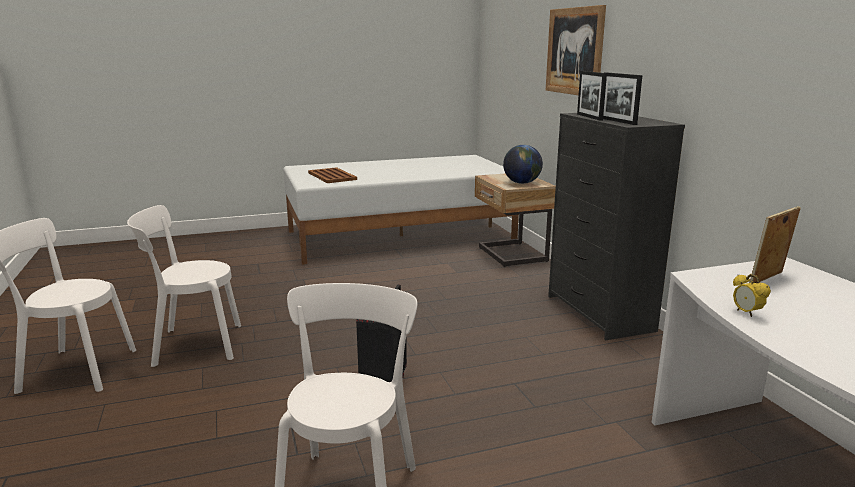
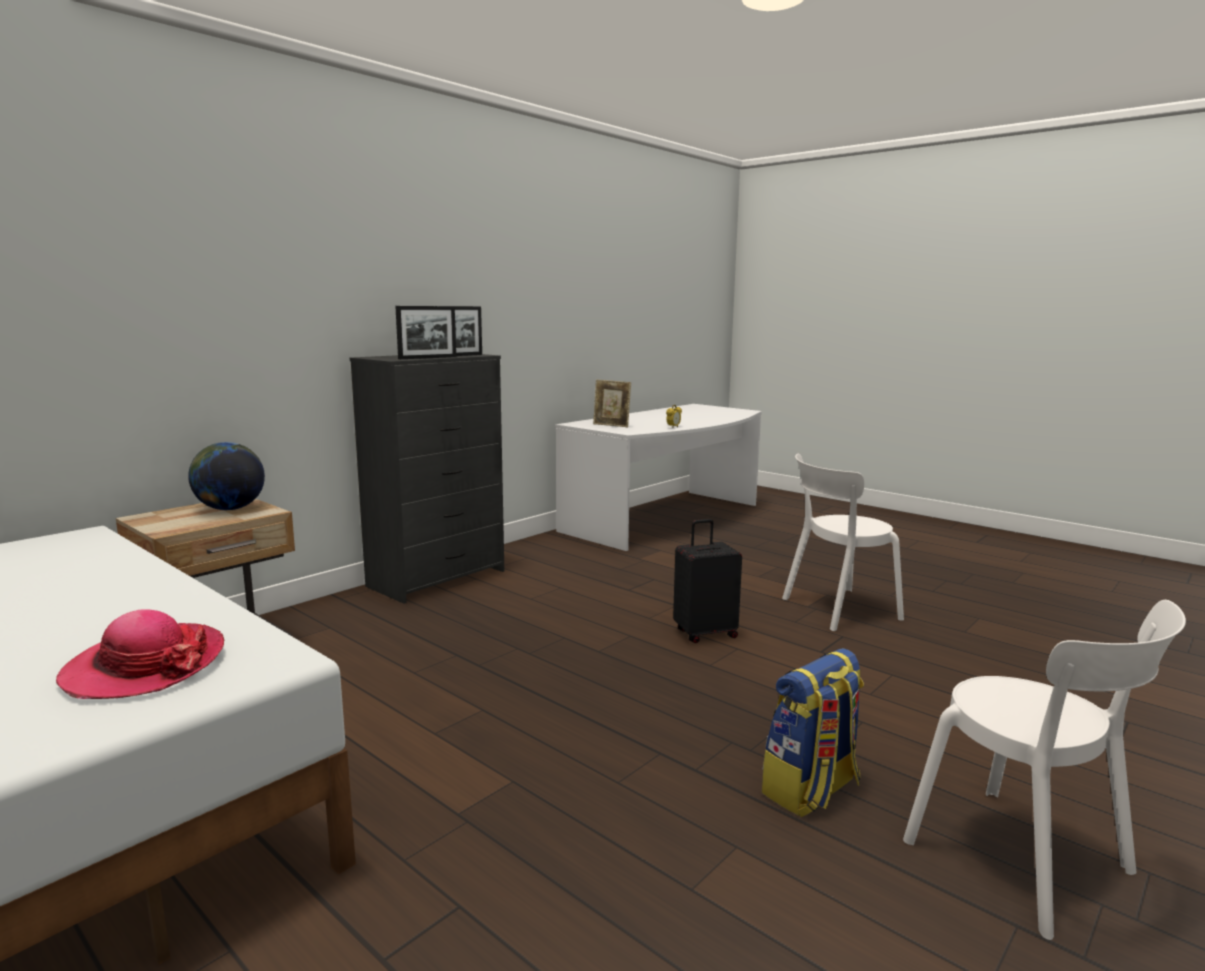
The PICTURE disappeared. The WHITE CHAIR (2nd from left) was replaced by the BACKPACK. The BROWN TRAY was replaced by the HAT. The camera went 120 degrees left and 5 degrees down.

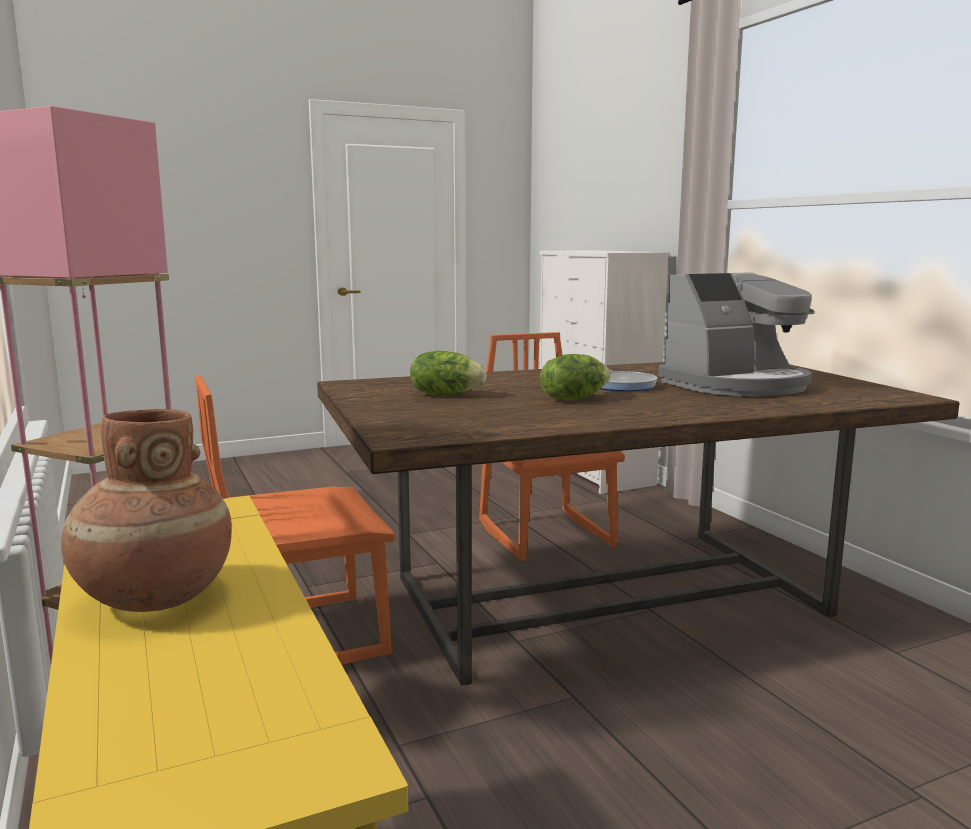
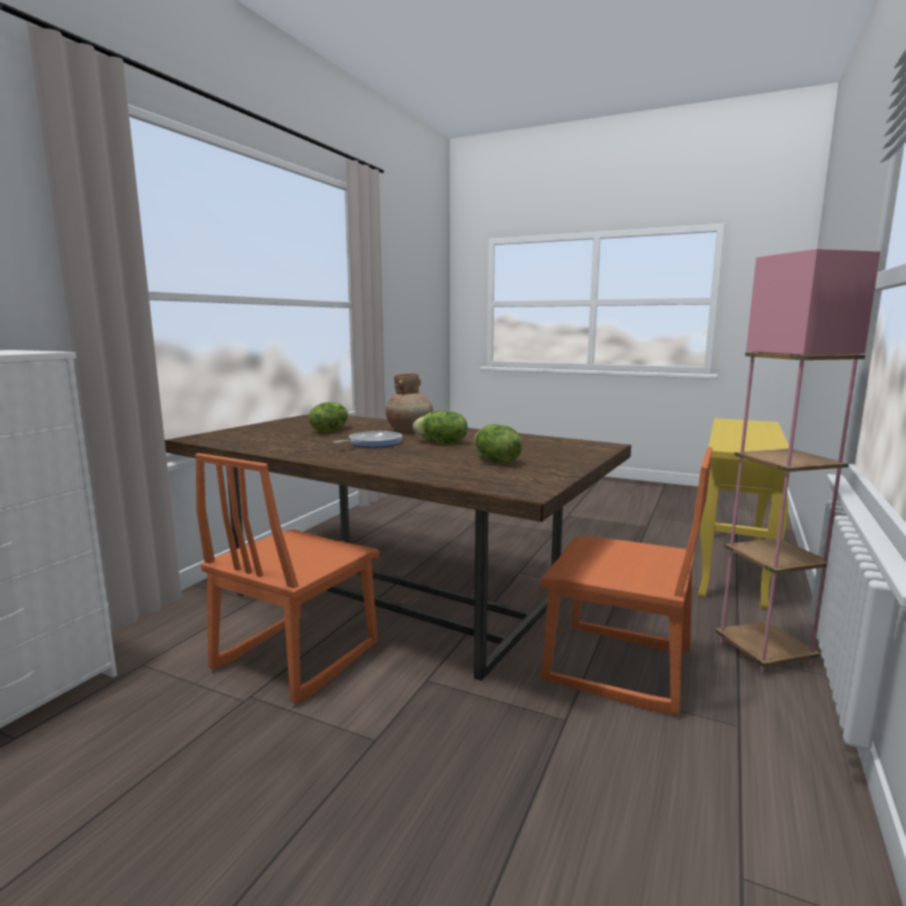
The BROWN VASE moved. The COFFEE MACHINE was replaced by the LETTUCE (1st from left). The camera went 130 degrees left and 0 degrees up.

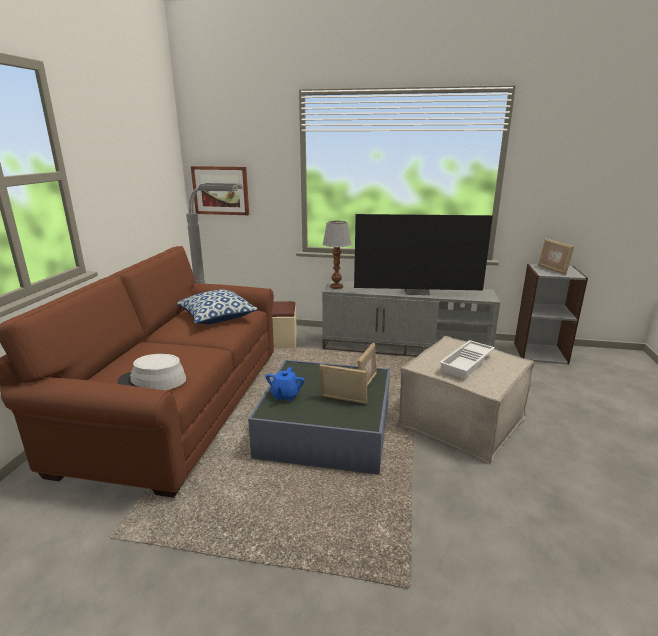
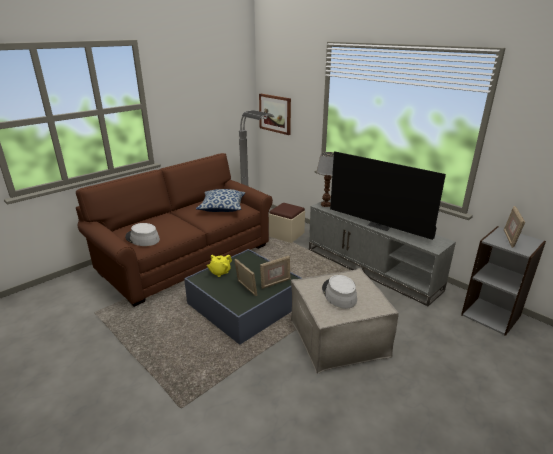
The WHITE TRAY was replaced by the GREY HAT (2nd from left). The BLUE TEAPOT became the YELLOW TEAPOT. The camera went 35 degrees right and 5 degrees up.

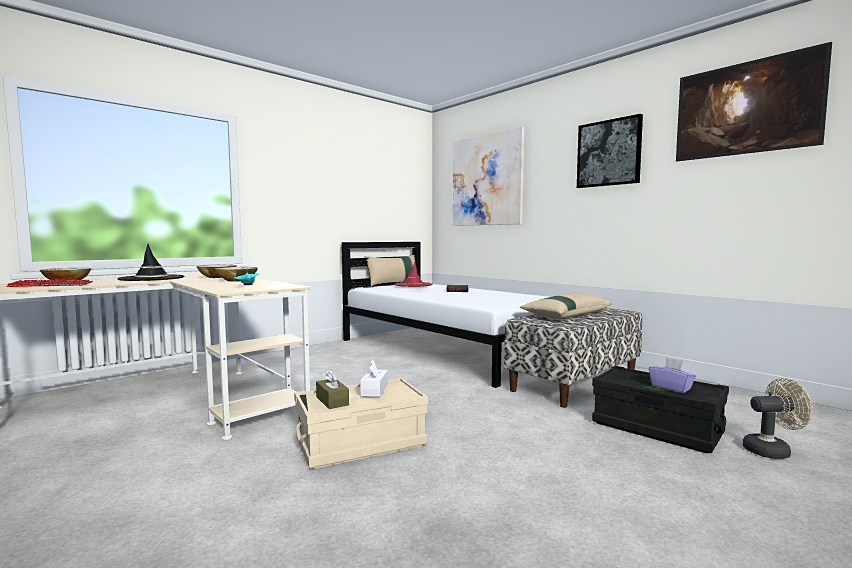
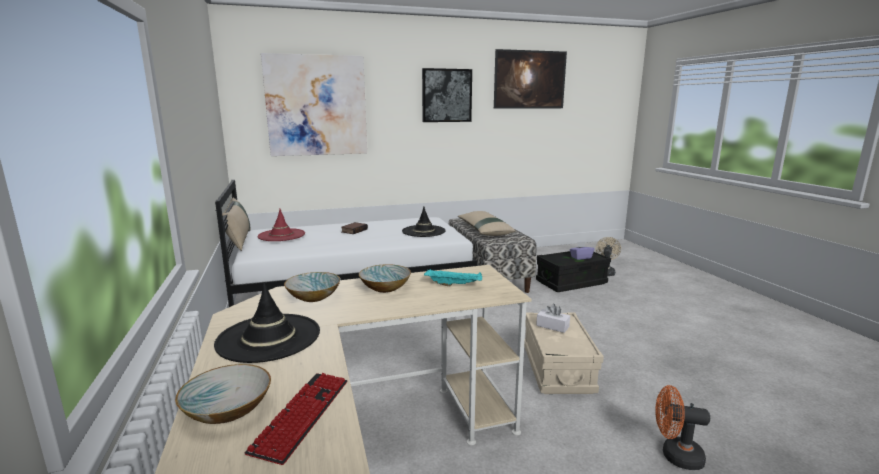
The BROWN TISSUE BOX disappeared. The BLACK HAT (2nd from left) appeared. The ORANGE FAN appeared. The camera went 65 degrees left and 10 degrees up.

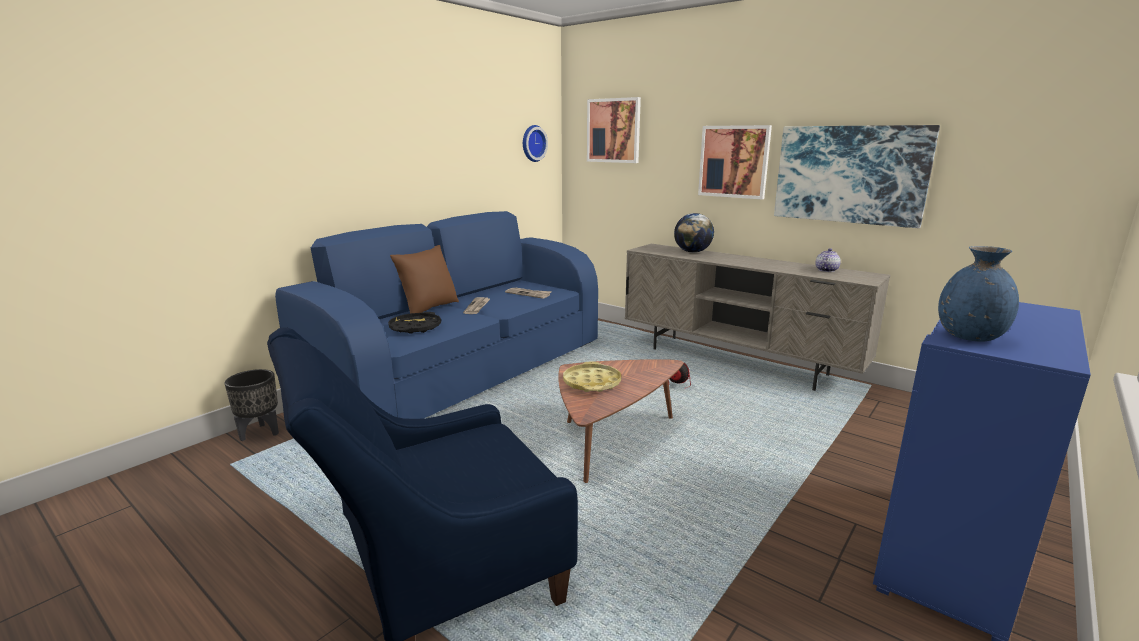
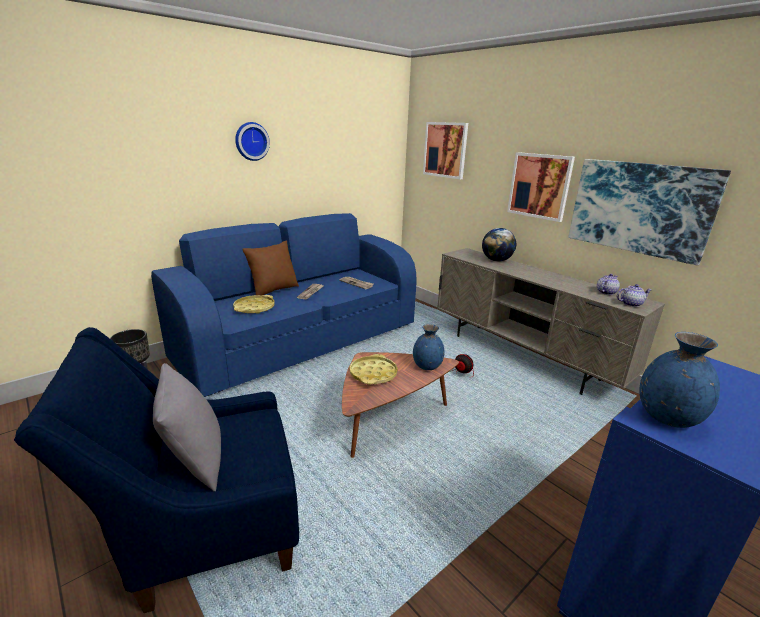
The GREY PILLOW appeared. The BLUE VASE (1st from left) appeared. The TEAPOT (2nd from left) appeared. The WALL CLOCK moved. The BLACK TRAY became the YELLOW TRAY (1st from left). The camera went 10 degrees right and 5 degrees up.

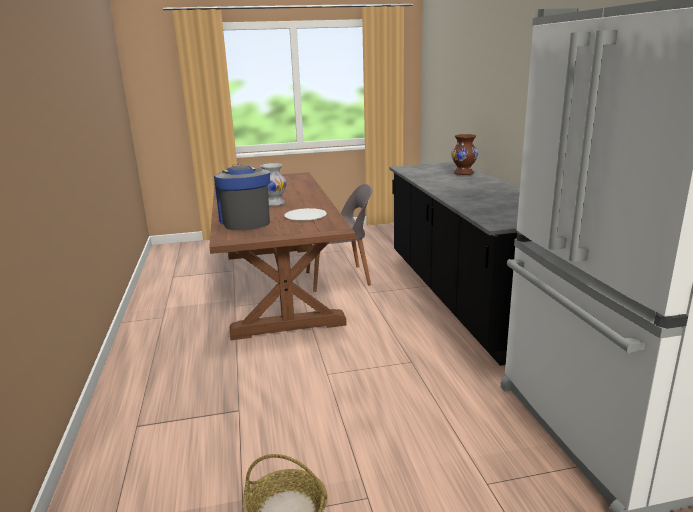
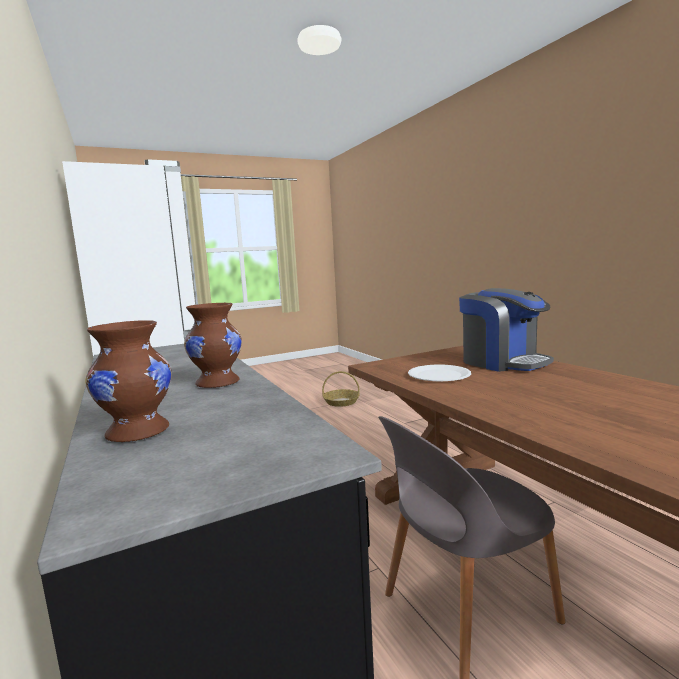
The WHITE VASE disappeared. The BROWN VASE (2nd from left) appeared. The camera went 165 degrees right and 10 degrees down.

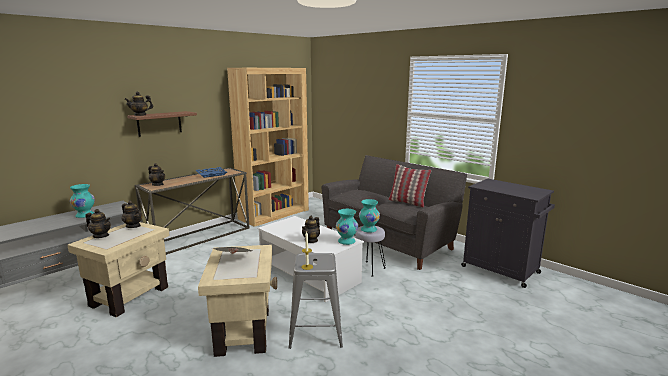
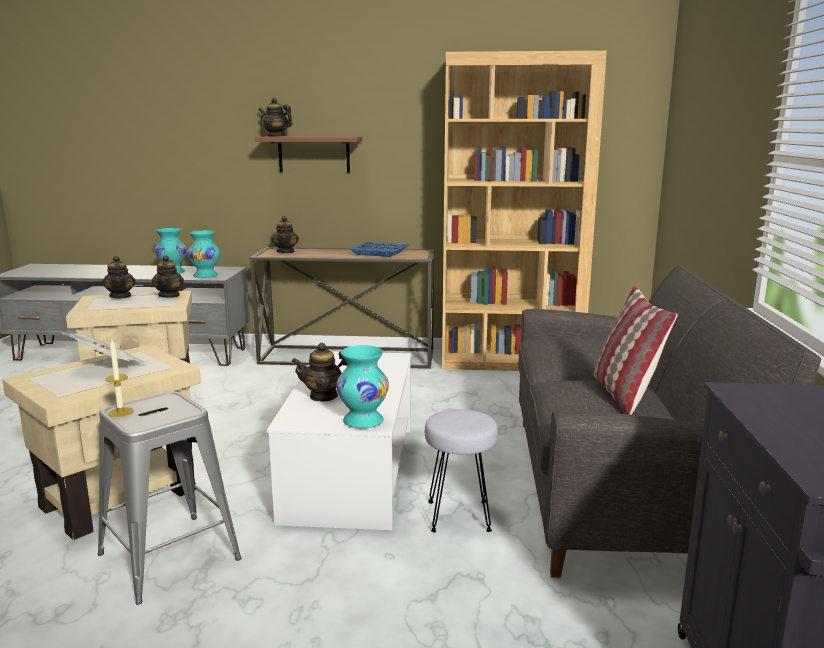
The TURQUOISE VASE (3rd from left in the first image) moved. The camera went 50 degrees right and 0 degrees up.

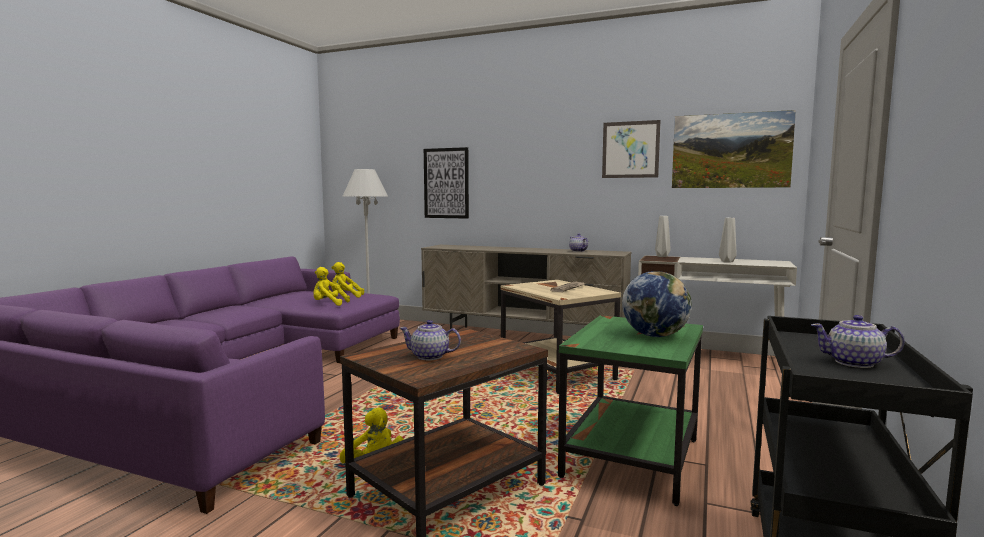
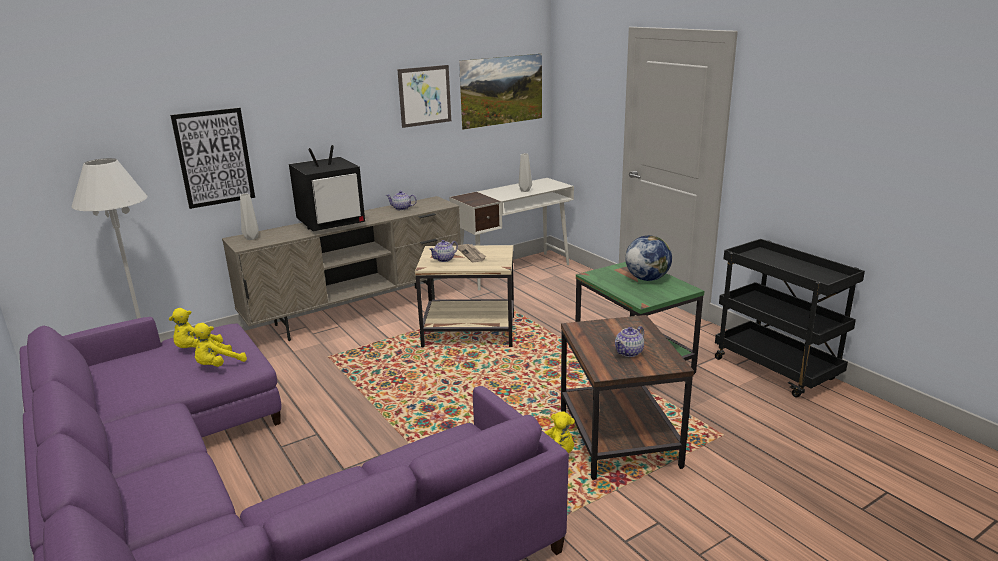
The TELEVISION appeared. The GREY VASE (1st from left) moved. The TEAPOT (3rd from left in the first image) moved. The camera went 55 degrees left and 15 degrees up.

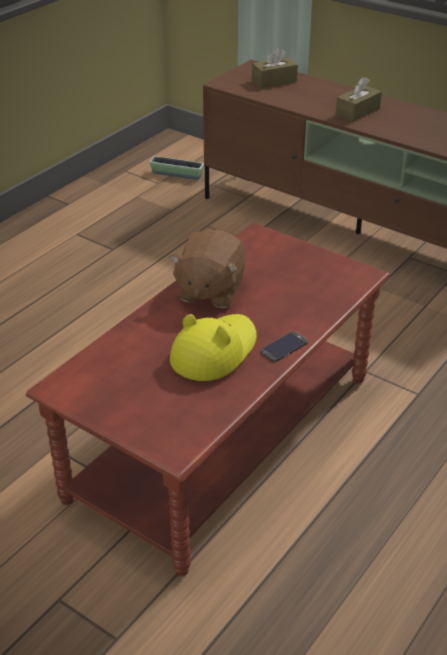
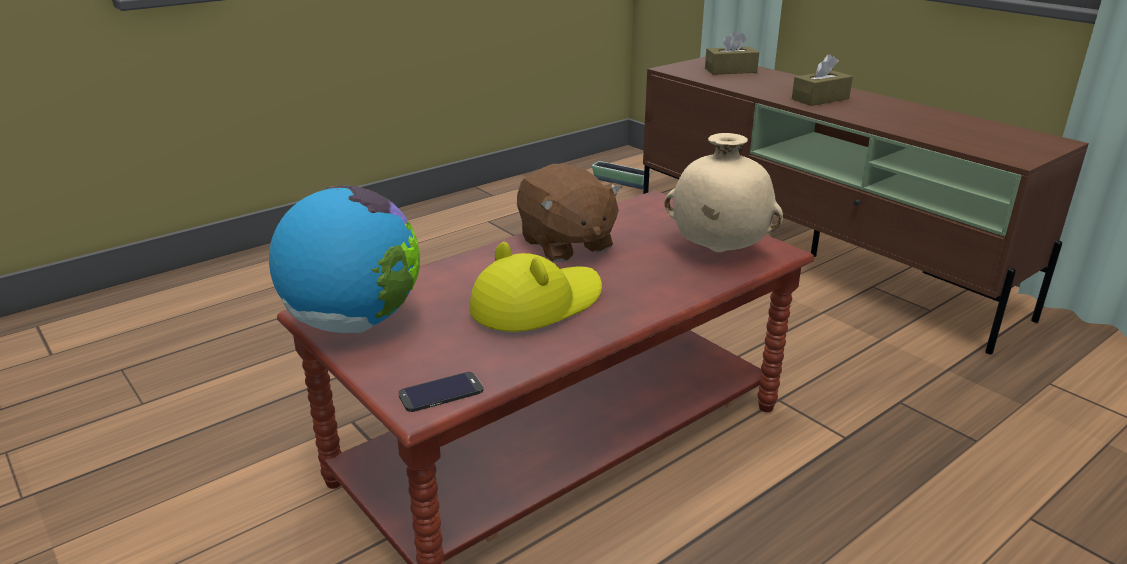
The GLOBE appeared. The BEIGE VASE appeared. The PHONE moved. The BROWN PLUSH TOY turned 60 degrees counterclockwise. The camera went 15 degrees right and 10 degrees down.

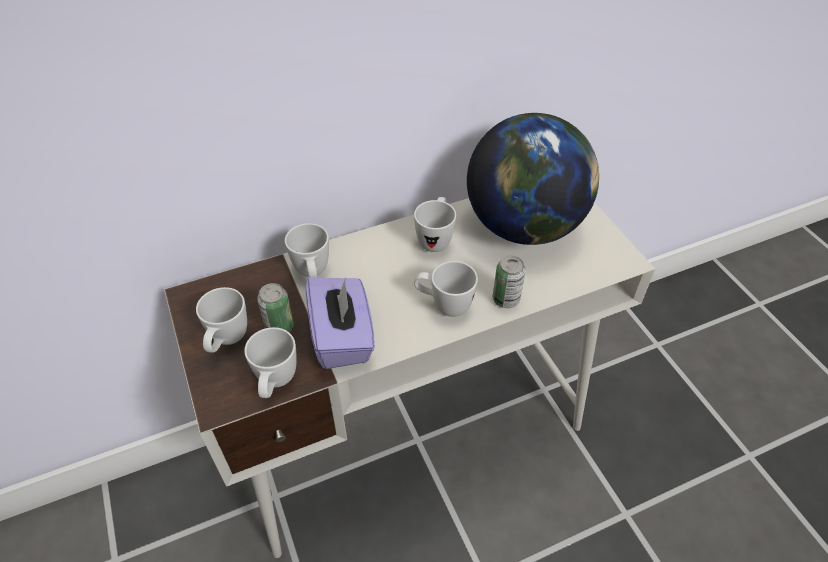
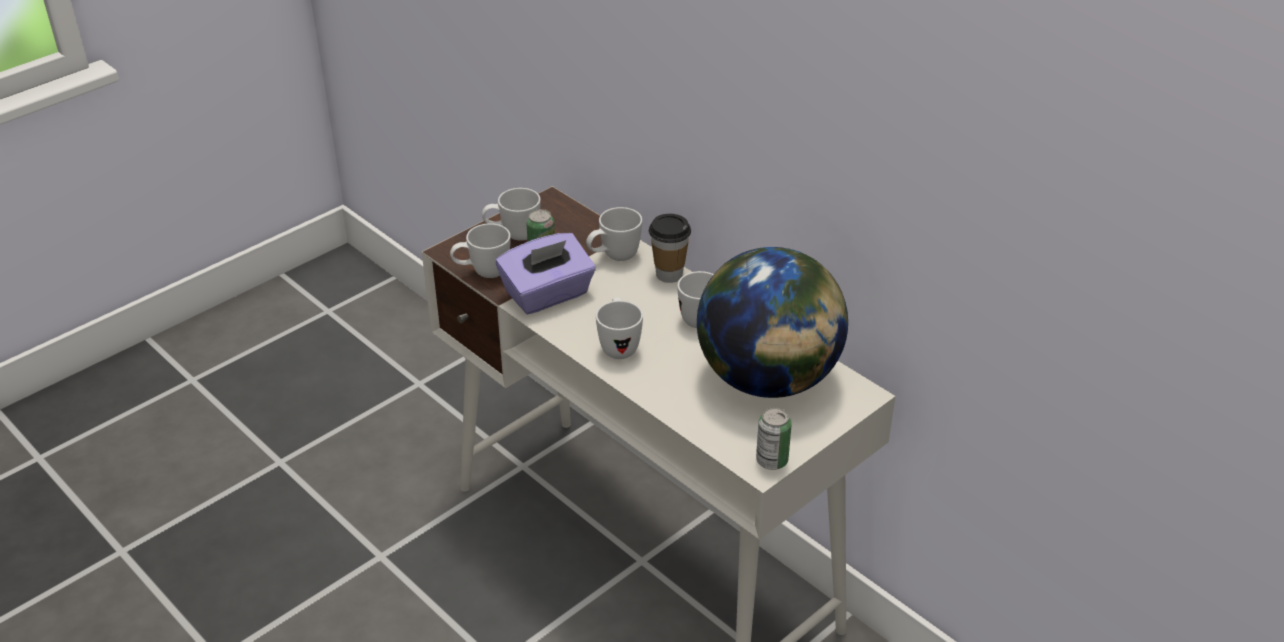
The CUP appeared. The CAN (2nd from left) moved. The camera went 70 degrees right and 10 degrees down.

